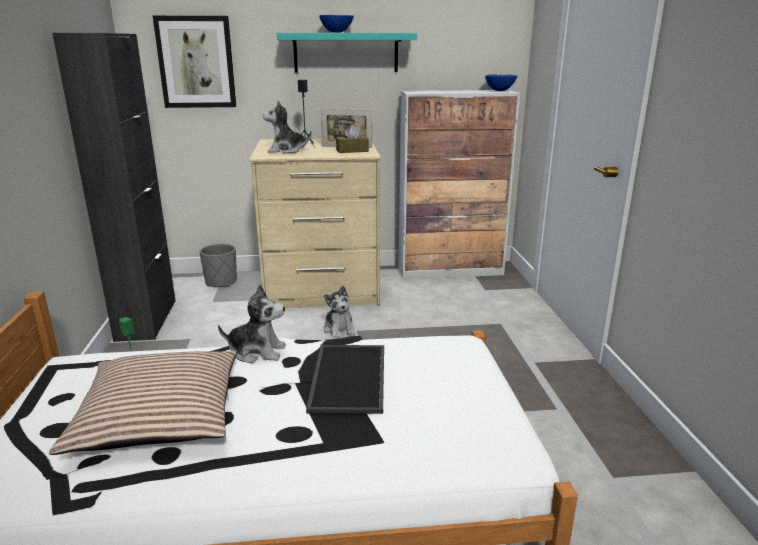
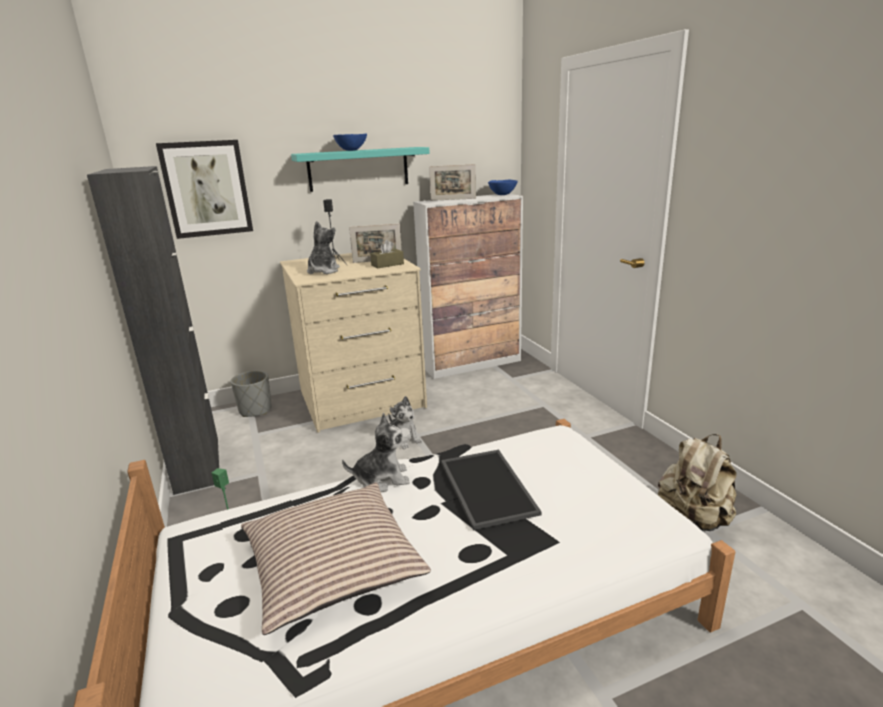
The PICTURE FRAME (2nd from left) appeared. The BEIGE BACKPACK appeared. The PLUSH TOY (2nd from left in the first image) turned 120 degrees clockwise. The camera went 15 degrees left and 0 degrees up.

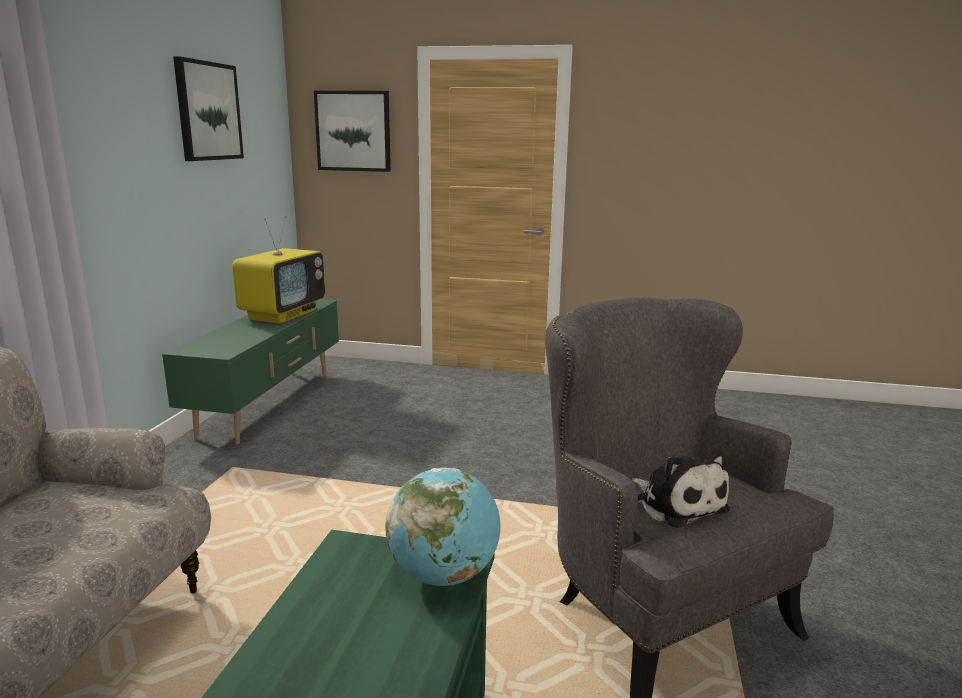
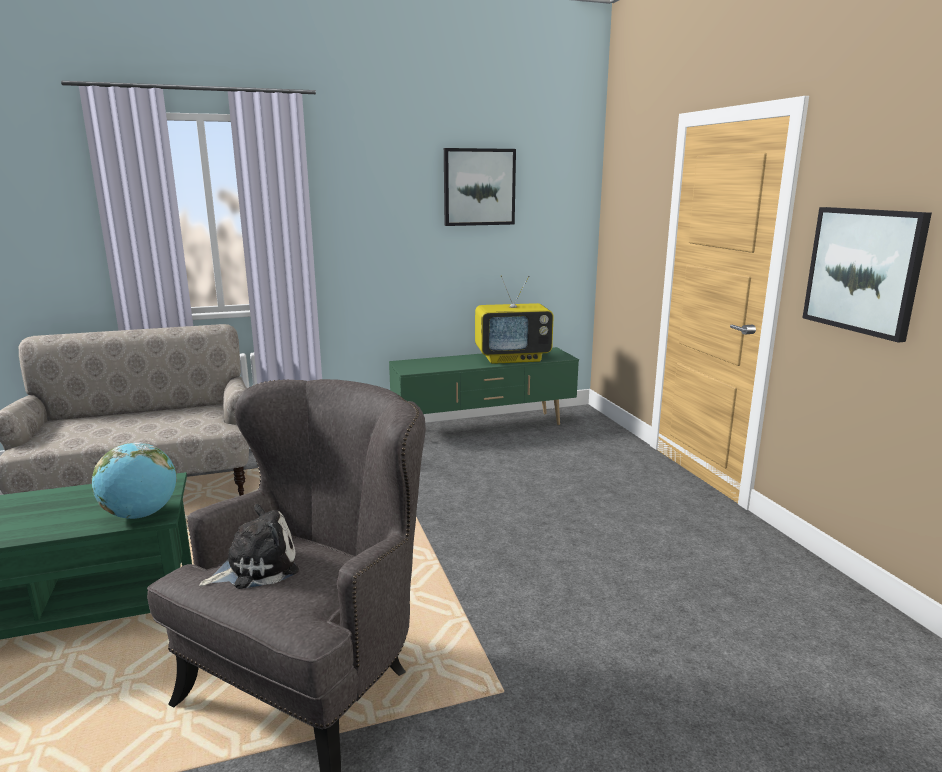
The PICTURE (2nd from left) moved. The PLUSH TOY turned 150 degrees counterclockwise. The camera went 60 degrees right and 0 degrees up.

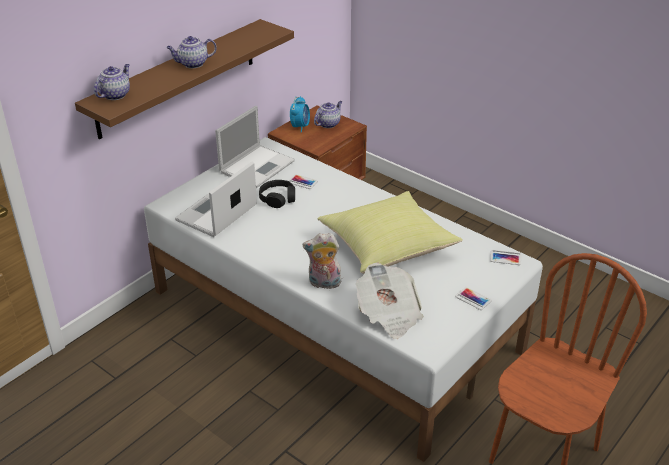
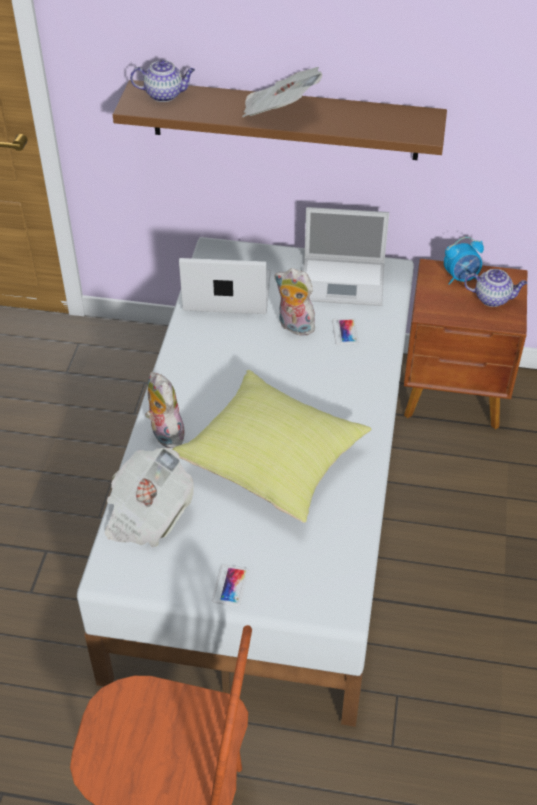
The PHONE (3rd from left) disappeared. The TEAPOT (2nd from left) was replaced by the NEWSPAPER (2nd from left). The BLACK HEADPHONES was replaced by the PLUSH TOY (2nd from left). The camera went 60 degrees right and 10 degrees up.

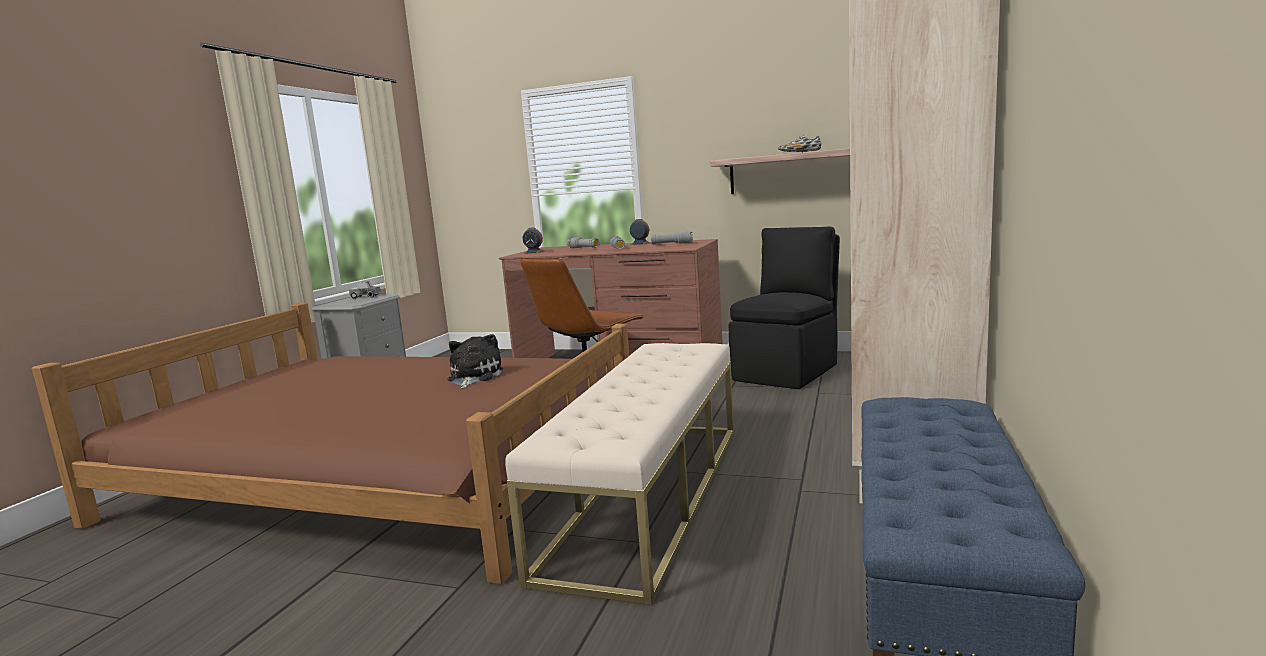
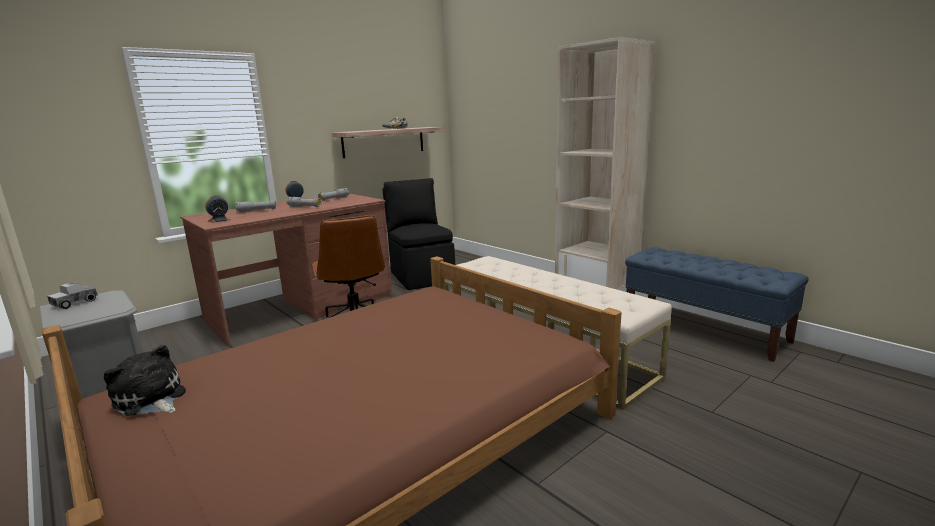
The PLUSH TOY moved. The camera went 60 degrees left and 5 degrees up.

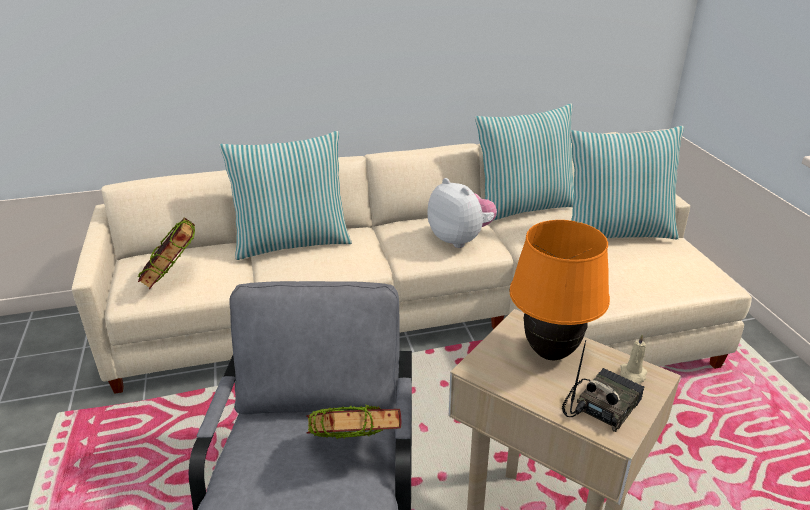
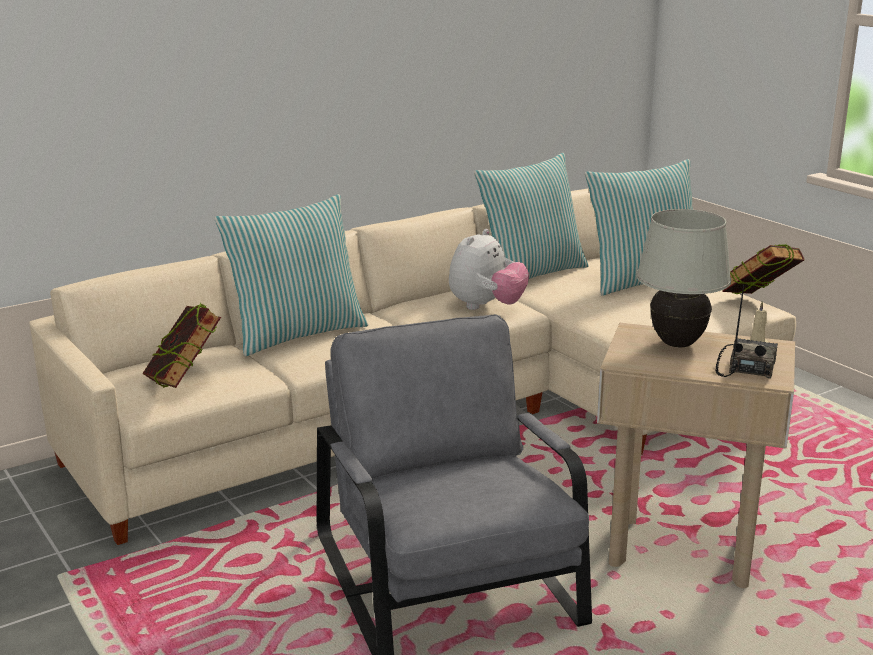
The BOOK (2nd from left) moved. The ORANGE TABLE LAMP became the WHITE TABLE LAMP. The PLUSH TOY turned 90 degrees clockwise. The camera went 20 degrees left and 10 degrees down.

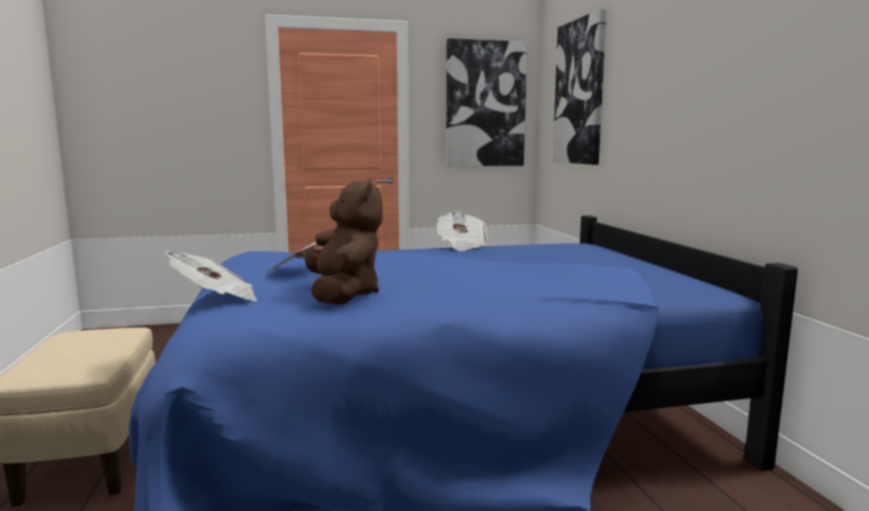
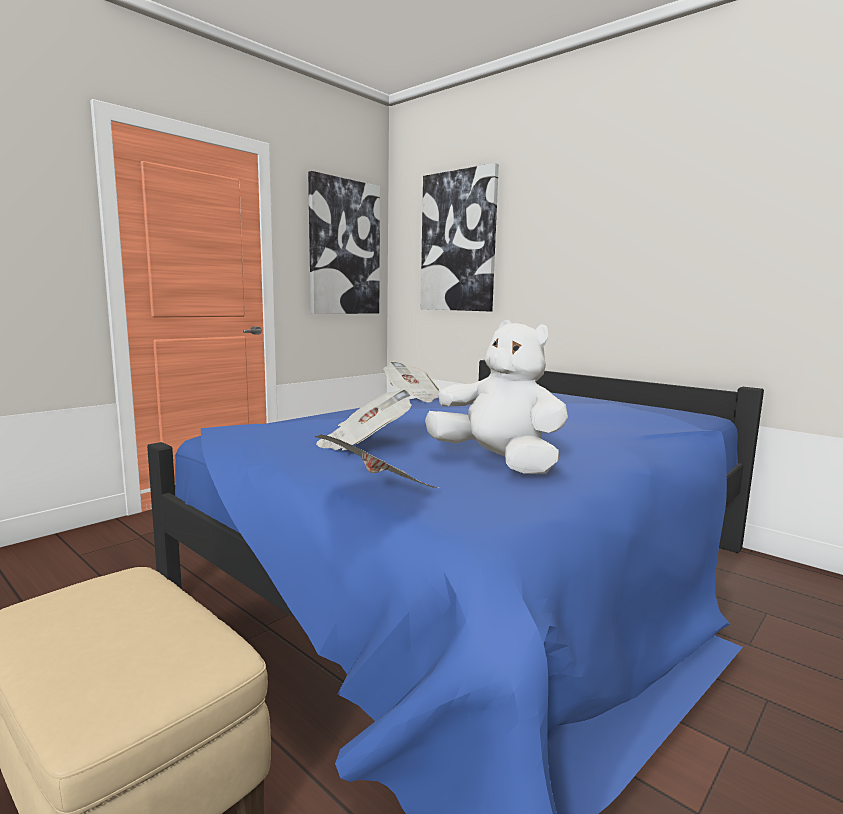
The BROWN PLUSH TOY became the WHITE PLUSH TOY. The camera went 35 degrees left and 0 degrees up.

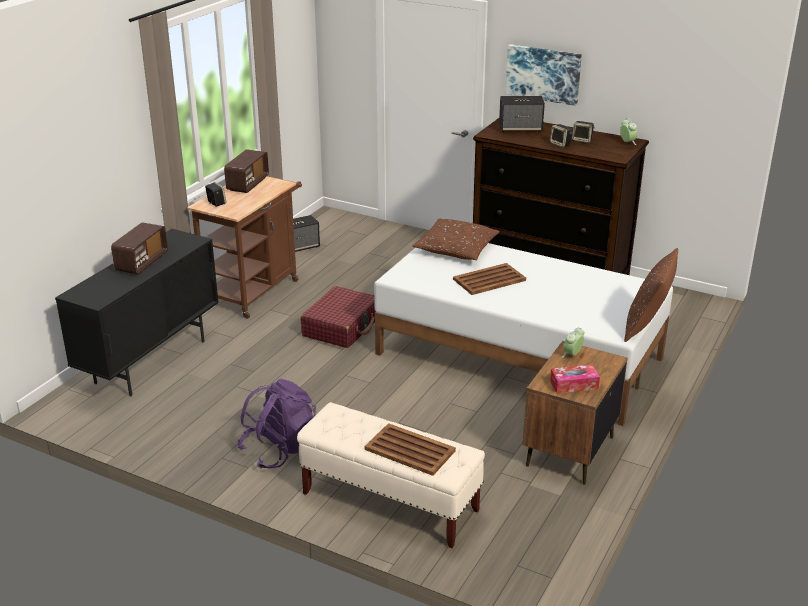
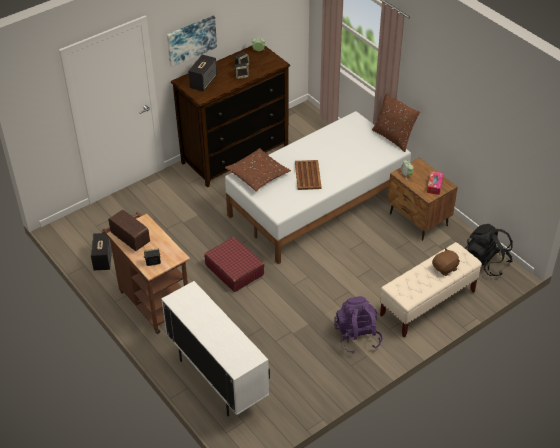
The RADIO (1st from left) disappeared. The BLACK BACKPACK appeared. The BROWN TRAY (1st from left) was replaced by the BROWN PLUSH TOY. The BLACK CABINET became the WHITE CABINET. The camera went 65 degrees left and 15 degrees up.

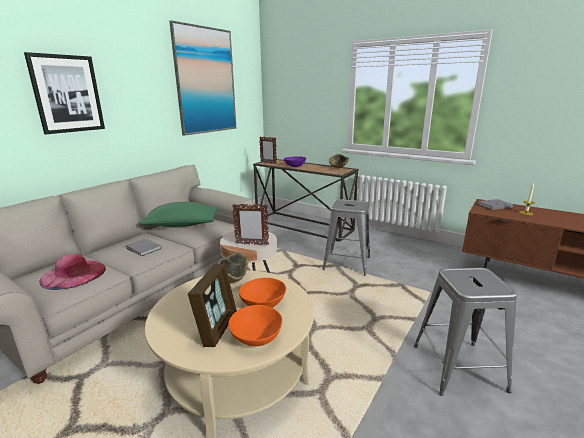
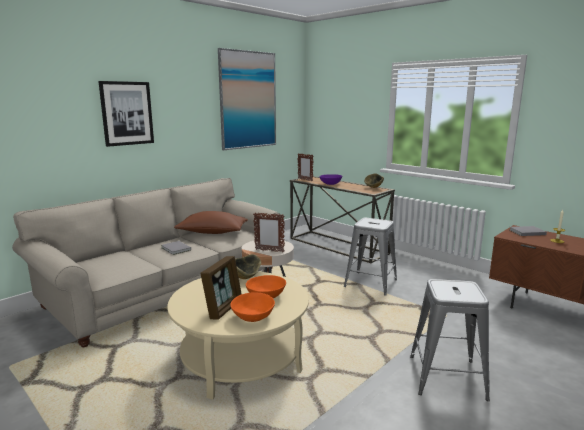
The PINK HAT disappeared. The GREEN PILLOW became the BROWN PILLOW. The camera went 10 degrees right and 5 degrees down.

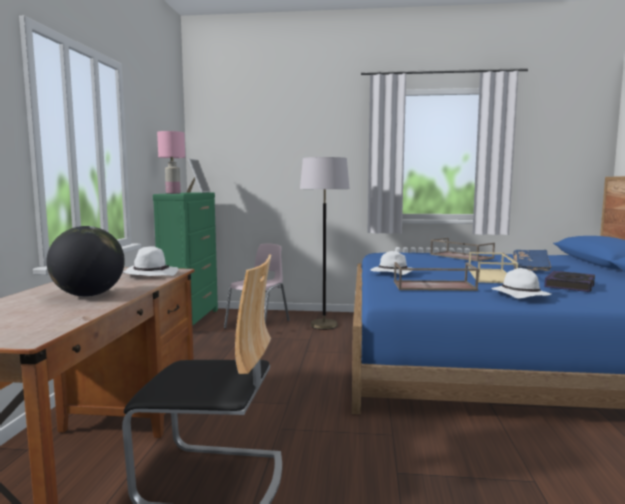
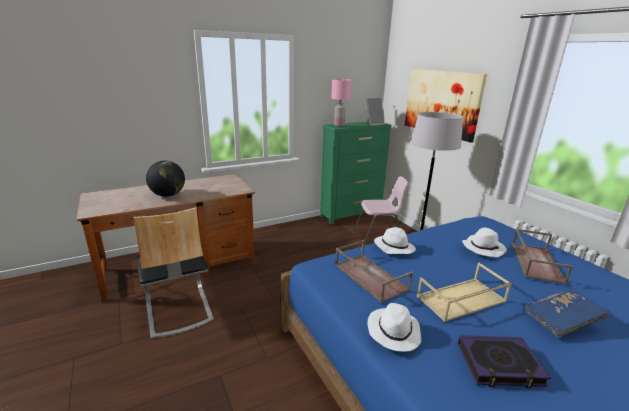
The PICTURE appeared. The WHITE HAT (1st from left in the first image) moved. The camera went 55 degrees right and 15 degrees up.

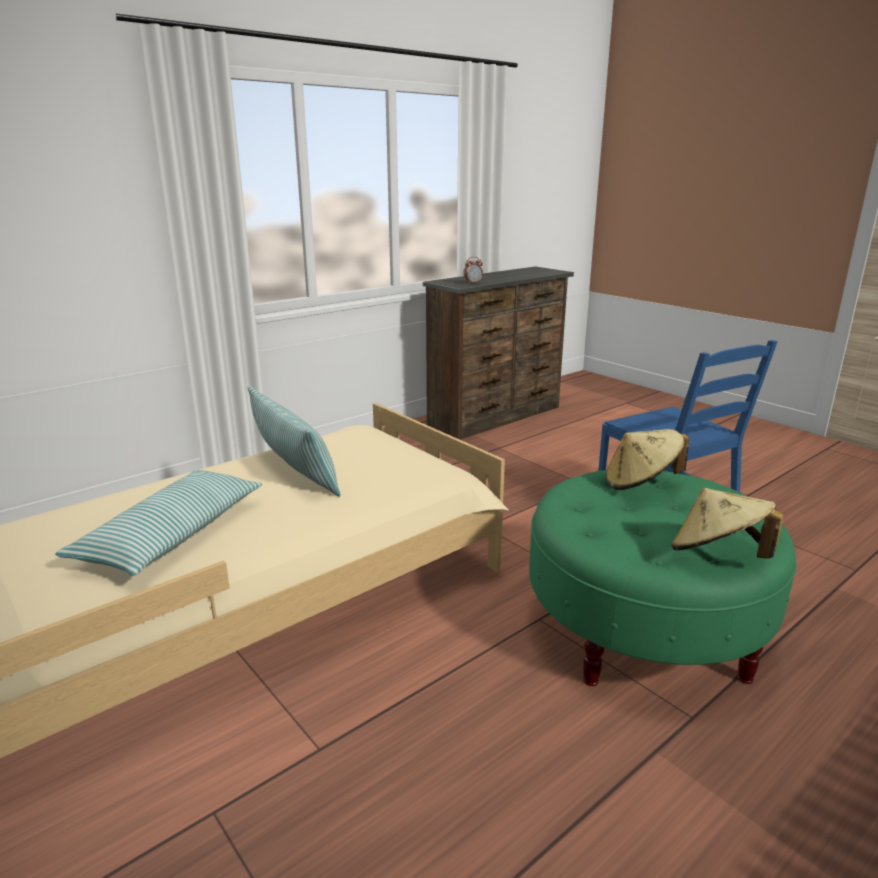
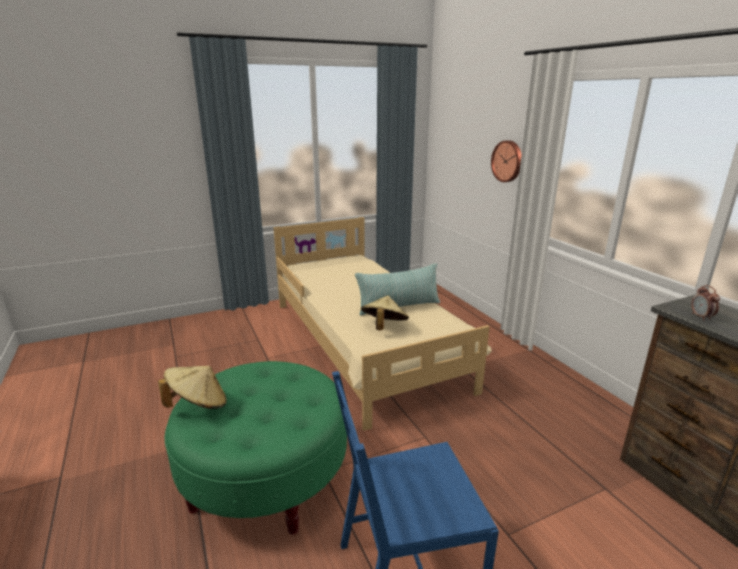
The PILLOW (1st from left) disappeared. The WALL CLOCK appeared. The BEIGE HAT (1st from left in the first image) moved. The camera went 105 degrees right and 0 degrees up.

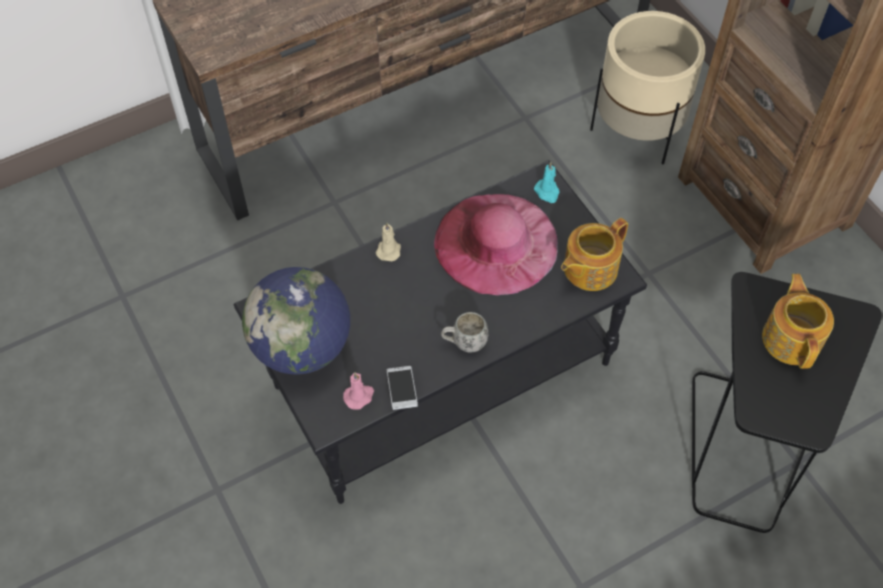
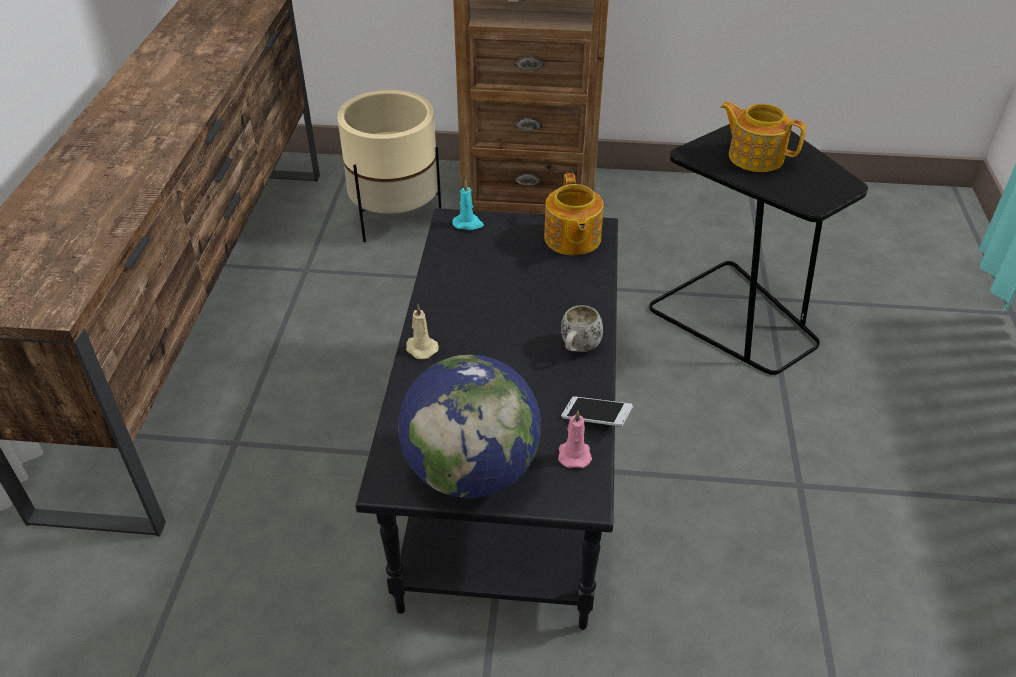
The PINK HAT disappeared. The camera went 55 degrees left and 15 degrees down.

